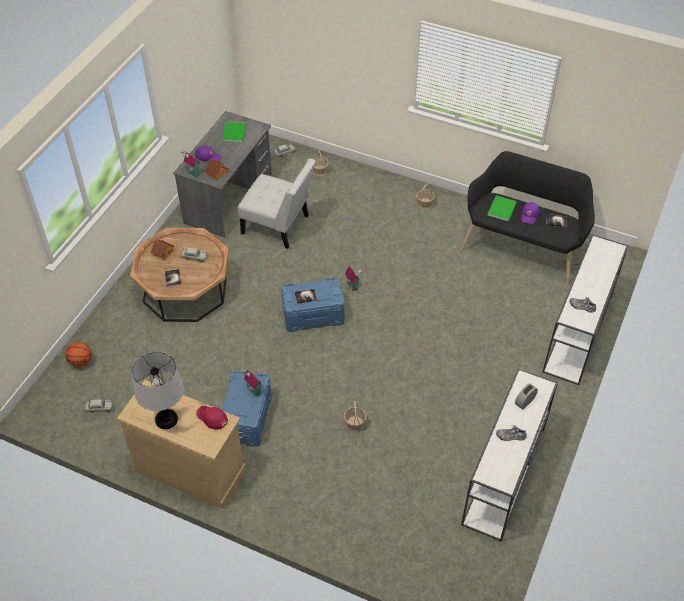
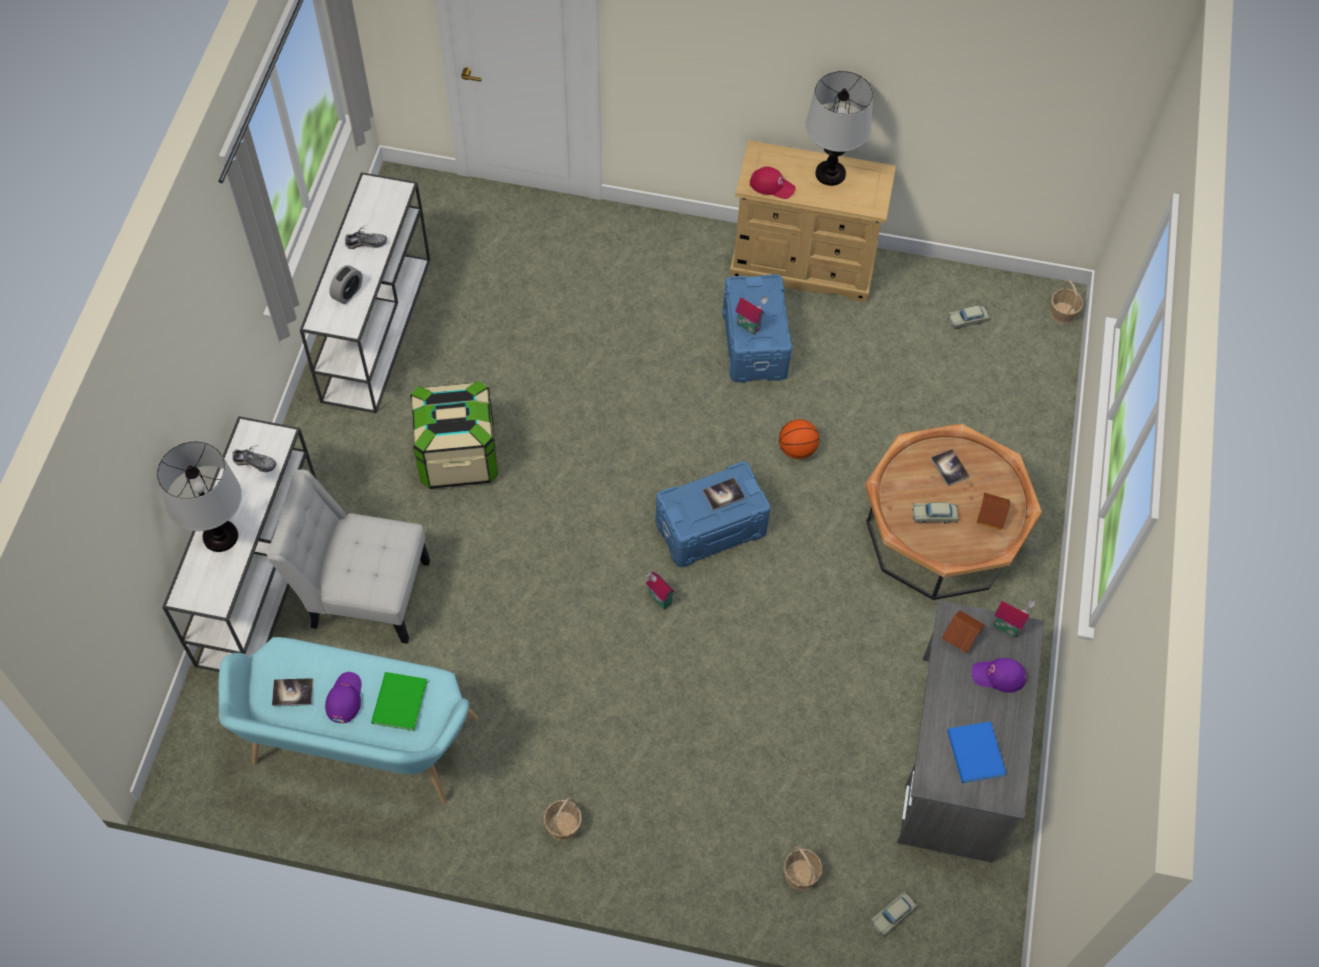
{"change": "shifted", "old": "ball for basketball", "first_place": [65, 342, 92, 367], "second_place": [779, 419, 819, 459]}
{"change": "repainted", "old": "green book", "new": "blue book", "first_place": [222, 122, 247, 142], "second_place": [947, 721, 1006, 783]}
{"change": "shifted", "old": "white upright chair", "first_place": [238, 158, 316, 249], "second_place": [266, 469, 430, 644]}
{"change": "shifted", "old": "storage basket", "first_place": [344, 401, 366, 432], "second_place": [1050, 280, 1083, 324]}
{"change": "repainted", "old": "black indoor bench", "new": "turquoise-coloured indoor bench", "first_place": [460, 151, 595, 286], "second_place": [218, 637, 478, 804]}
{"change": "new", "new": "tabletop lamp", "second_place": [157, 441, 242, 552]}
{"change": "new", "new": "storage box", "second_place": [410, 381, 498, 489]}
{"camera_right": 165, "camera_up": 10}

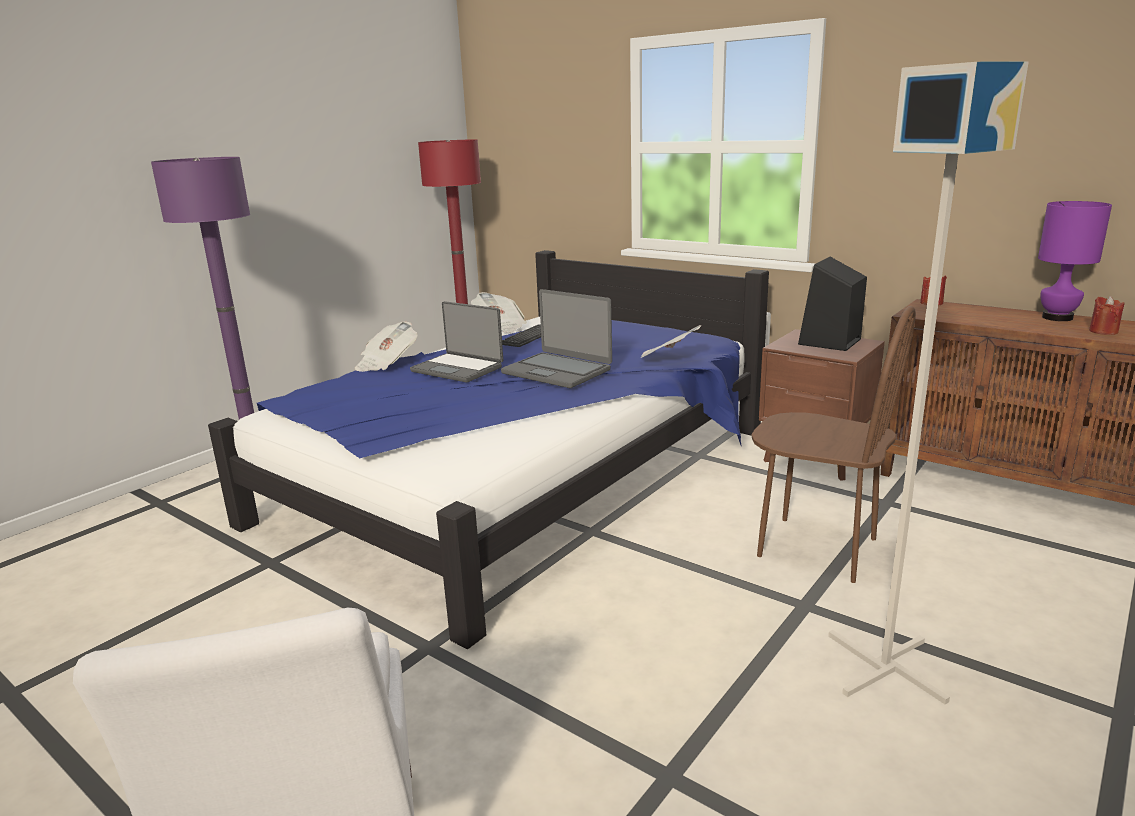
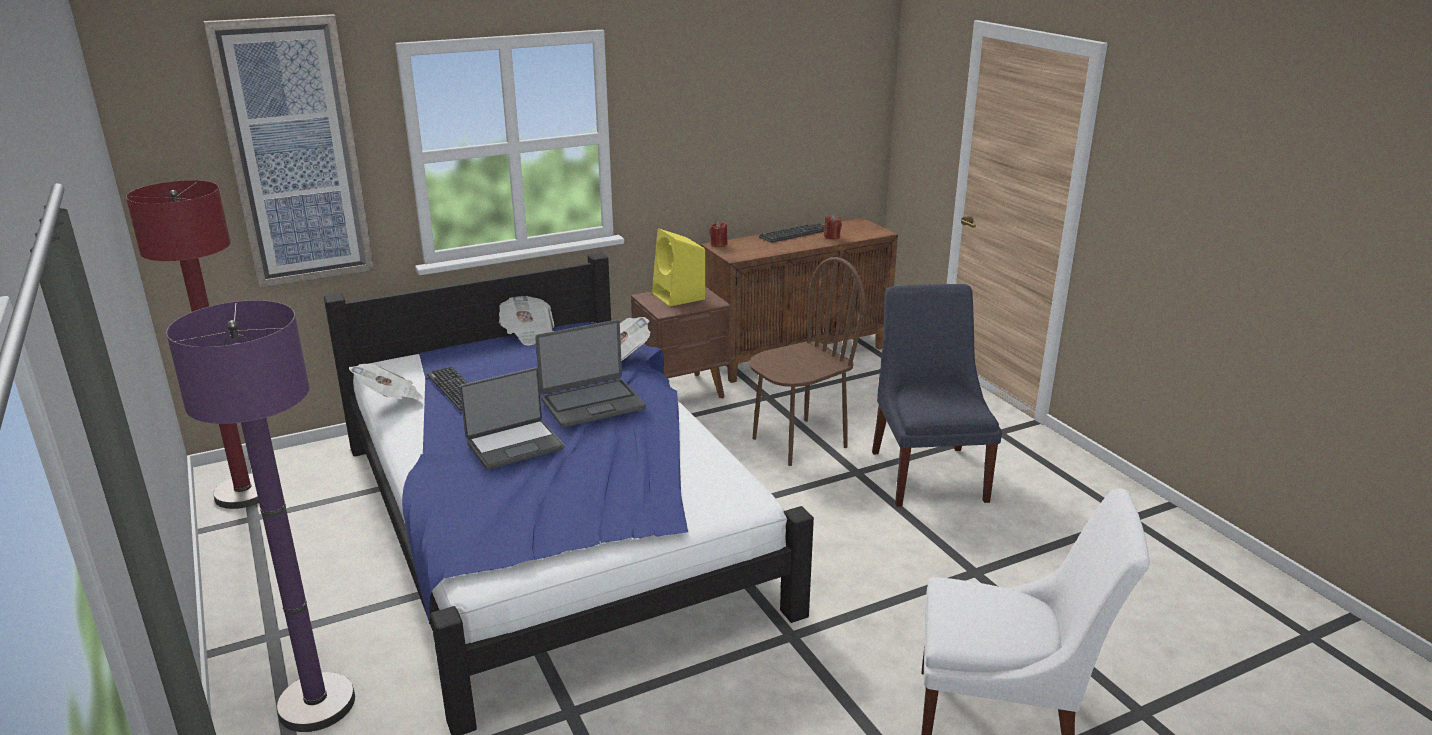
{"change": "shifted", "old": "newspaper", "first_place": [354, 321, 417, 372], "second_place": [499, 296, 554, 346]}
{"change": "repainted", "old": "black speaker", "new": "yellow speaker", "first_place": [798, 257, 867, 351], "second_place": [652, 228, 705, 307]}
{"change": "swapped", "old": "gray standing lamp", "new": "blue upright chair", "first_place": [828, 61, 1029, 704], "second_place": [872, 284, 1002, 507]}
{"change": "swapped", "old": "purplish tabletop lamp", "new": "computer keyboard", "first_place": [1038, 201, 1112, 321], "second_place": [759, 223, 825, 243]}
{"change": "new", "new": "picture", "second_place": [203, 14, 374, 288]}
{"camera_right": -65, "camera_up": 5}

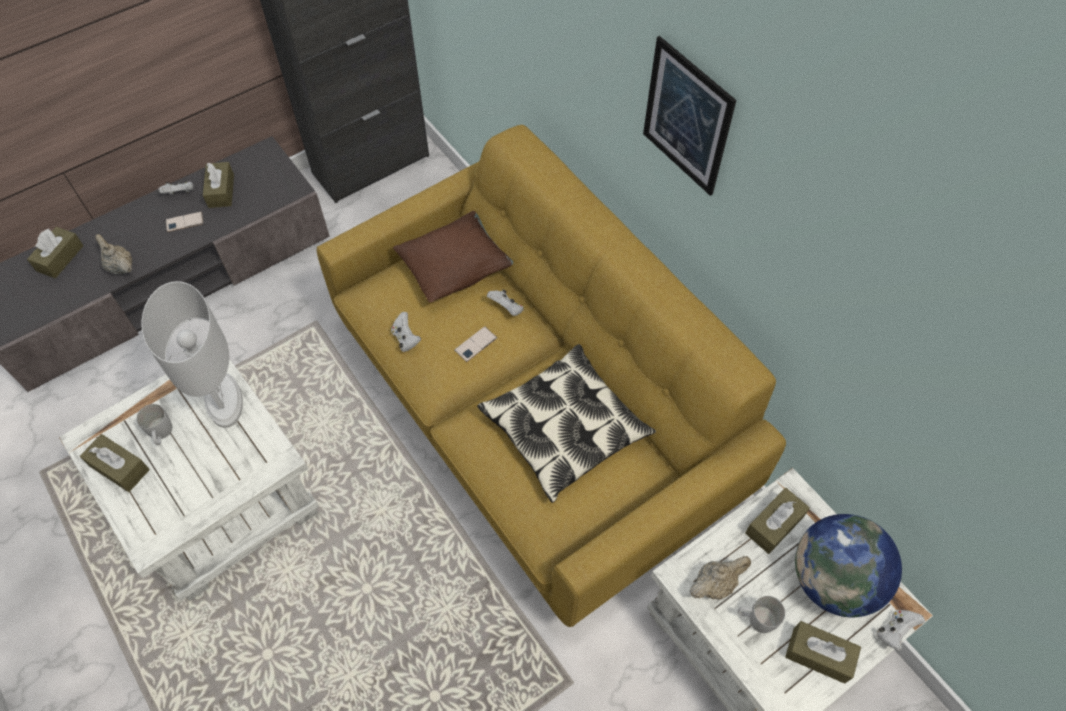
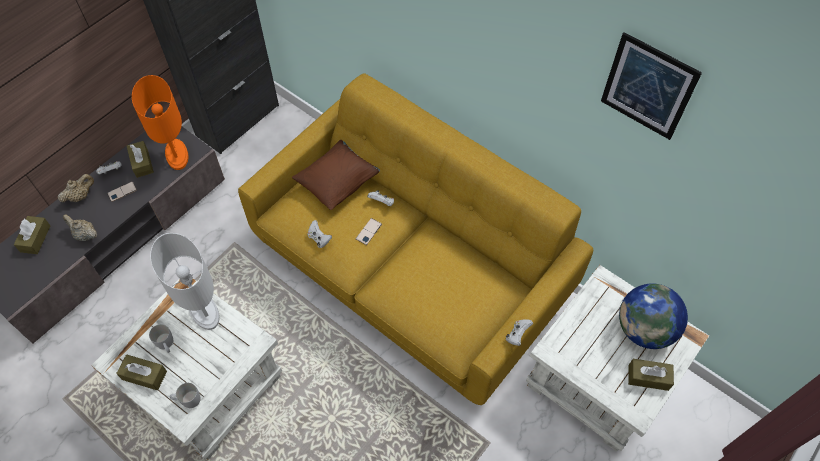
{"change": "gone", "old": "cushion", "first_place": [477, 344, 656, 503]}
{"change": "shifted", "old": "picture", "first_place": [643, 36, 736, 196], "second_place": [601, 32, 702, 140]}
{"change": "shifted", "old": "beige-coloured pot for tea", "first_place": [690, 556, 751, 600], "second_place": [58, 174, 94, 203]}
{"change": "shifted", "old": "white coffee mug", "first_place": [738, 596, 785, 633], "second_place": [170, 383, 201, 408]}
{"change": "gone", "old": "brown-coloured box of tissues", "first_place": [745, 488, 810, 554]}
{"change": "shifted", "old": "white gamepad", "first_place": [877, 610, 925, 651], "second_place": [506, 319, 533, 346]}
{"change": "new", "new": "orange tabletop lamp", "second_place": [132, 75, 188, 170]}
{"camera_right": -15, "camera_up": 0}

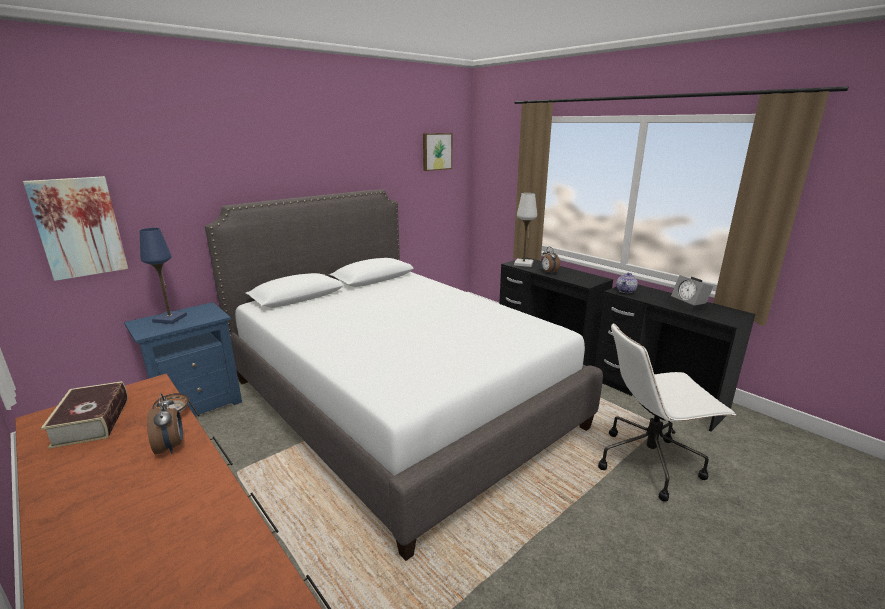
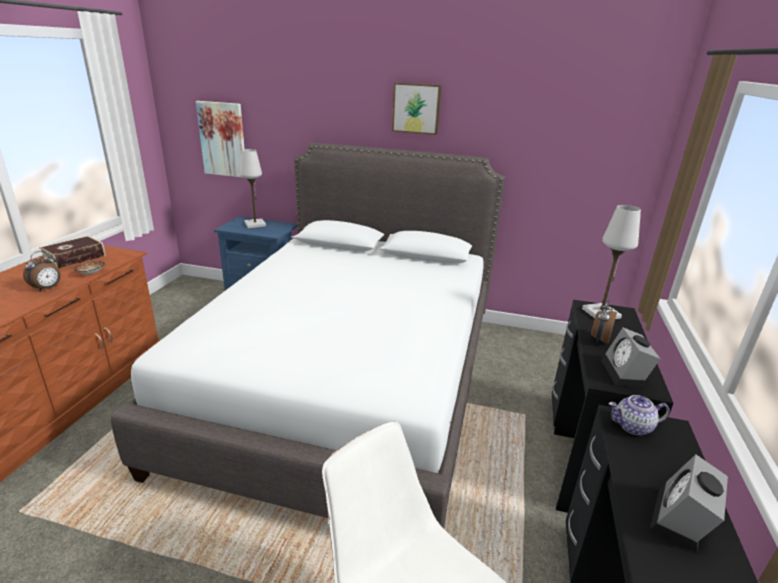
{"change": "repainted", "old": "blue tabletop lamp", "new": "white tabletop lamp", "first_place": [140, 228, 187, 324], "second_place": [240, 149, 266, 228]}
{"change": "shifted", "old": "picture", "first_place": [423, 133, 453, 171], "second_place": [392, 82, 441, 135]}
{"change": "new", "new": "table clock", "second_place": [601, 328, 660, 388]}
{"camera_right": 55, "camera_up": 5}

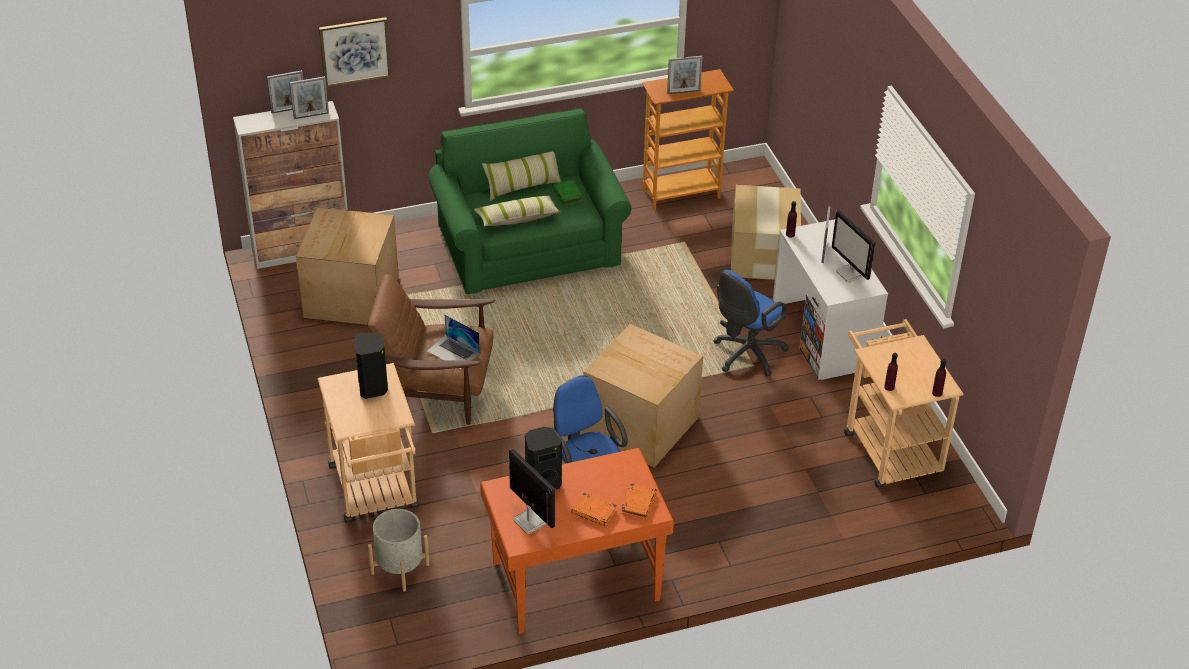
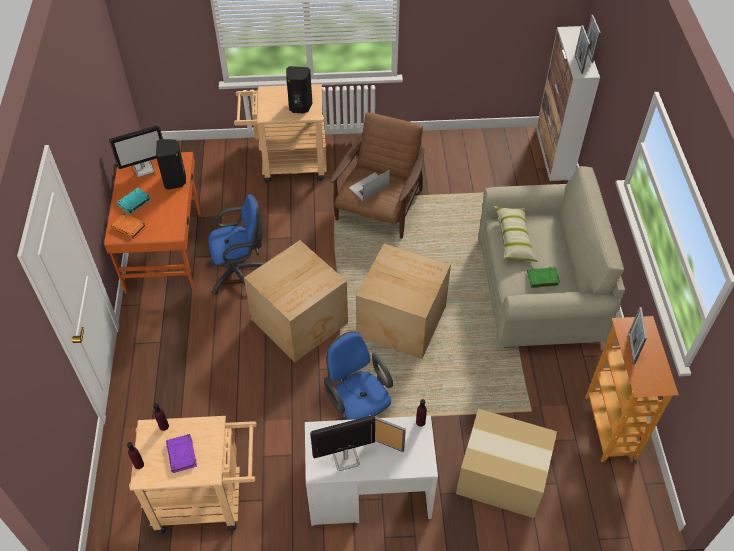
{"change": "shifted", "old": "packing box", "first_place": [296, 207, 399, 325], "second_place": [356, 243, 451, 359]}
{"change": "gone", "old": "picture", "first_place": [319, 17, 391, 87]}
{"change": "gone", "old": "gray plant pot", "first_place": [368, 509, 430, 591]}
{"change": "repainted", "old": "green sofa", "new": "beige-coloured sofa", "first_place": [429, 108, 632, 294], "second_place": [478, 166, 625, 348]}
{"change": "gone", "old": "cushion", "first_place": [482, 152, 562, 201]}
{"change": "repainted", "old": "orange book", "new": "turquoise-coloured book", "first_place": [571, 492, 617, 527], "second_place": [116, 187, 151, 215]}
{"change": "new", "new": "purplish book", "second_place": [166, 434, 197, 473]}
{"camera_right": 105, "camera_up": 10}

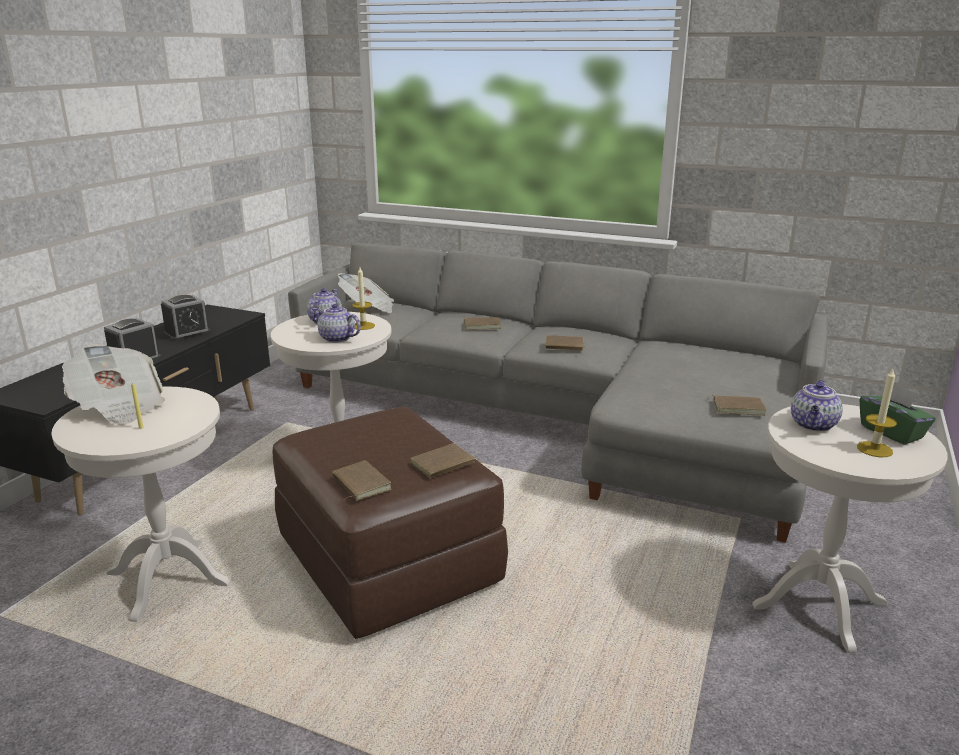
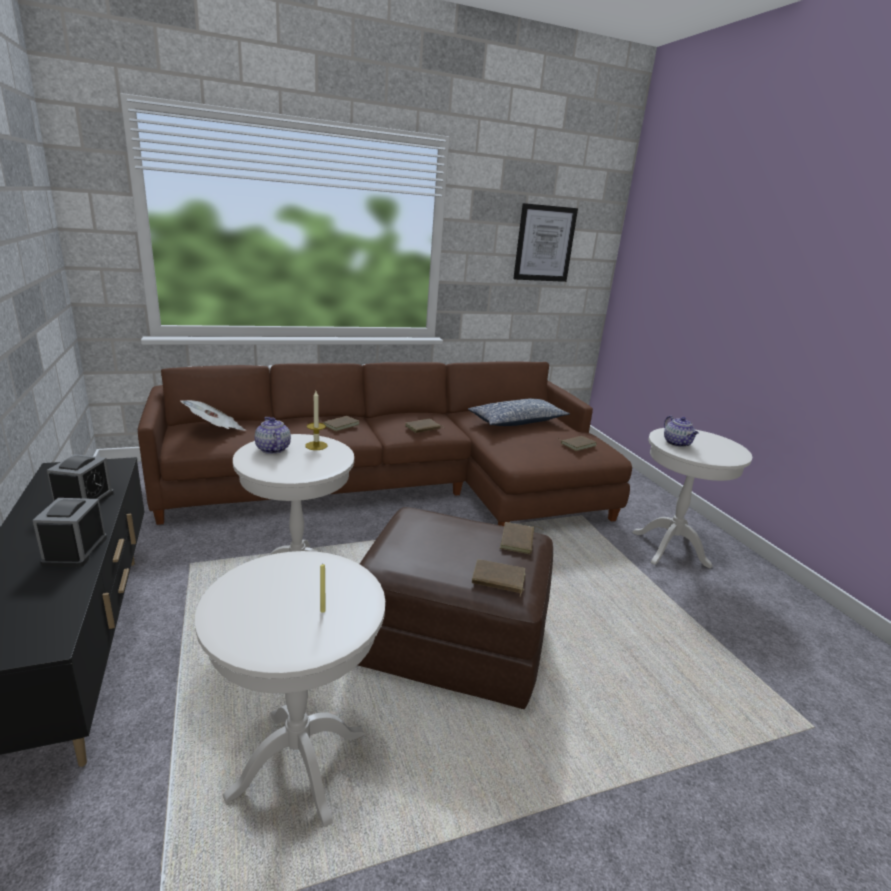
{"change": "gone", "old": "newspaper", "first_place": [62, 344, 165, 426]}
{"change": "repainted", "old": "gray sofa", "new": "brown-coloured sofa", "first_place": [288, 243, 828, 543], "second_place": [138, 362, 632, 526]}
{"change": "gone", "old": "pot for tea", "first_place": [312, 304, 361, 343]}
{"change": "gone", "old": "wax candle", "first_place": [857, 369, 897, 457]}
{"change": "gone", "old": "green box of tissues", "first_place": [860, 384, 936, 445]}
{"change": "new", "new": "cushion", "second_place": [468, 399, 570, 426]}
{"change": "new", "new": "picture", "second_place": [513, 203, 578, 282]}
{"camera_right": -45, "camera_up": 0}

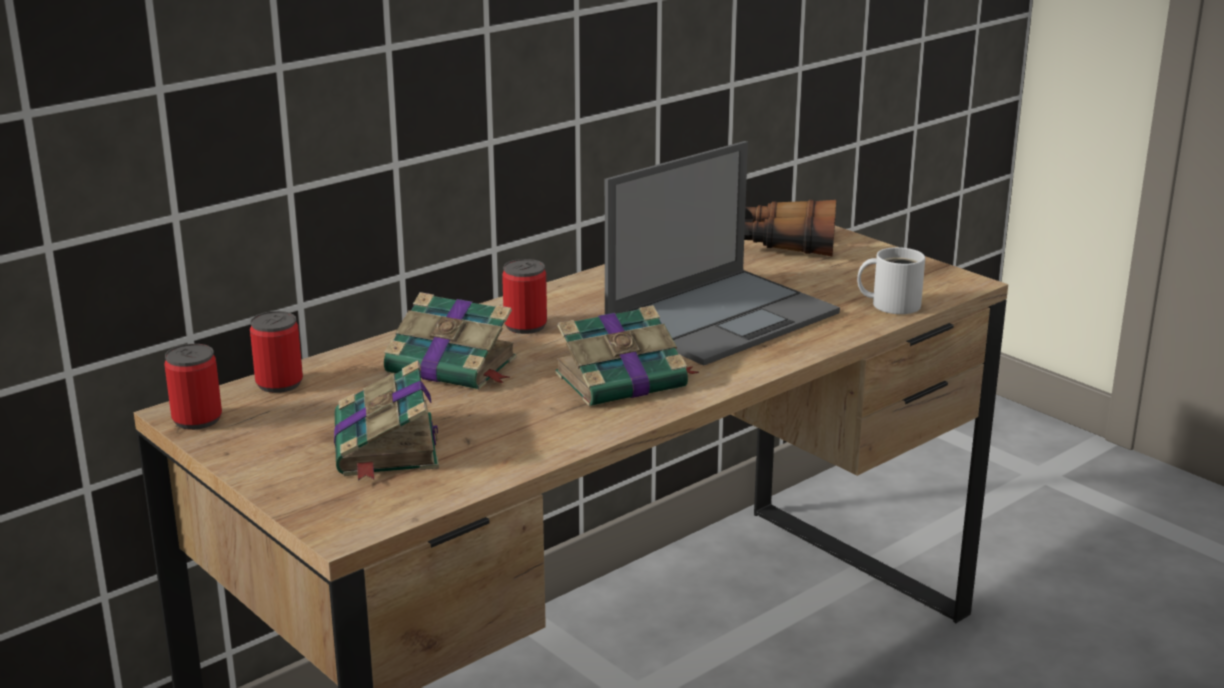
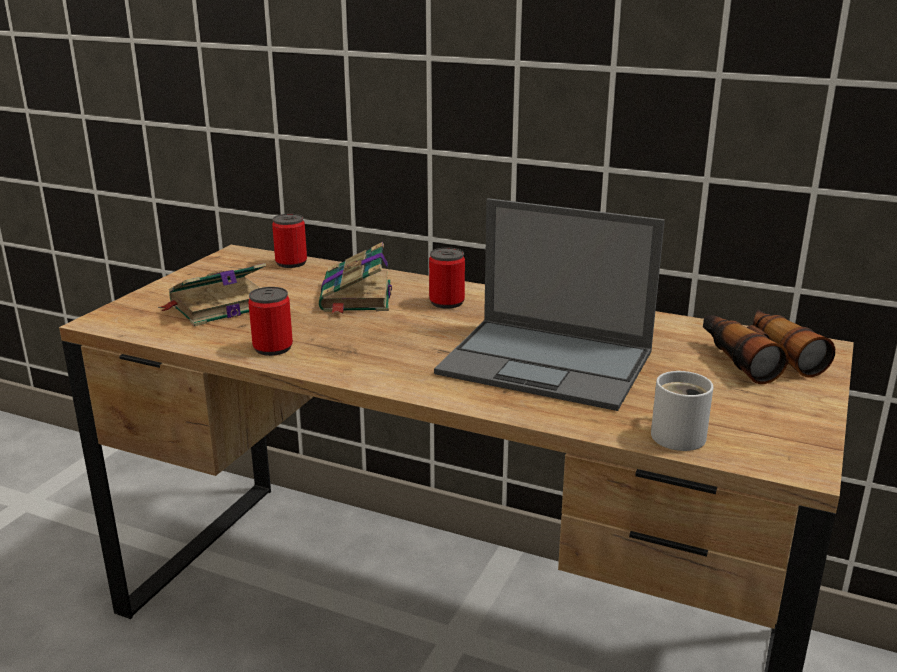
{"change": "shifted", "old": "sealed can", "first_place": [164, 344, 222, 430], "second_place": [248, 287, 293, 356]}
{"change": "gone", "old": "book", "first_place": [555, 305, 699, 407]}
{"camera_right": 65, "camera_up": 0}

